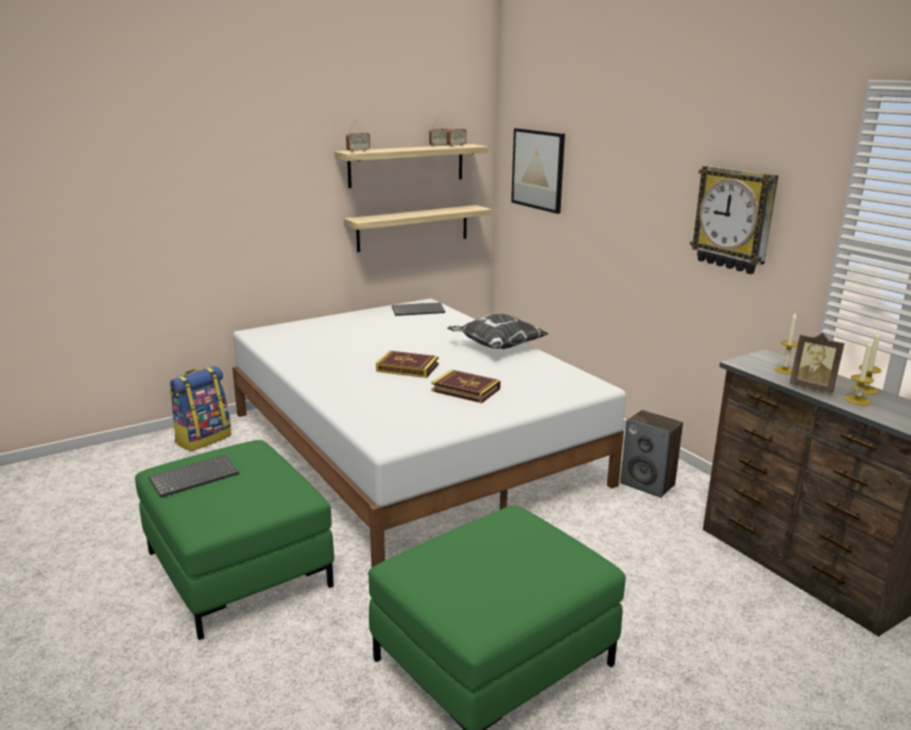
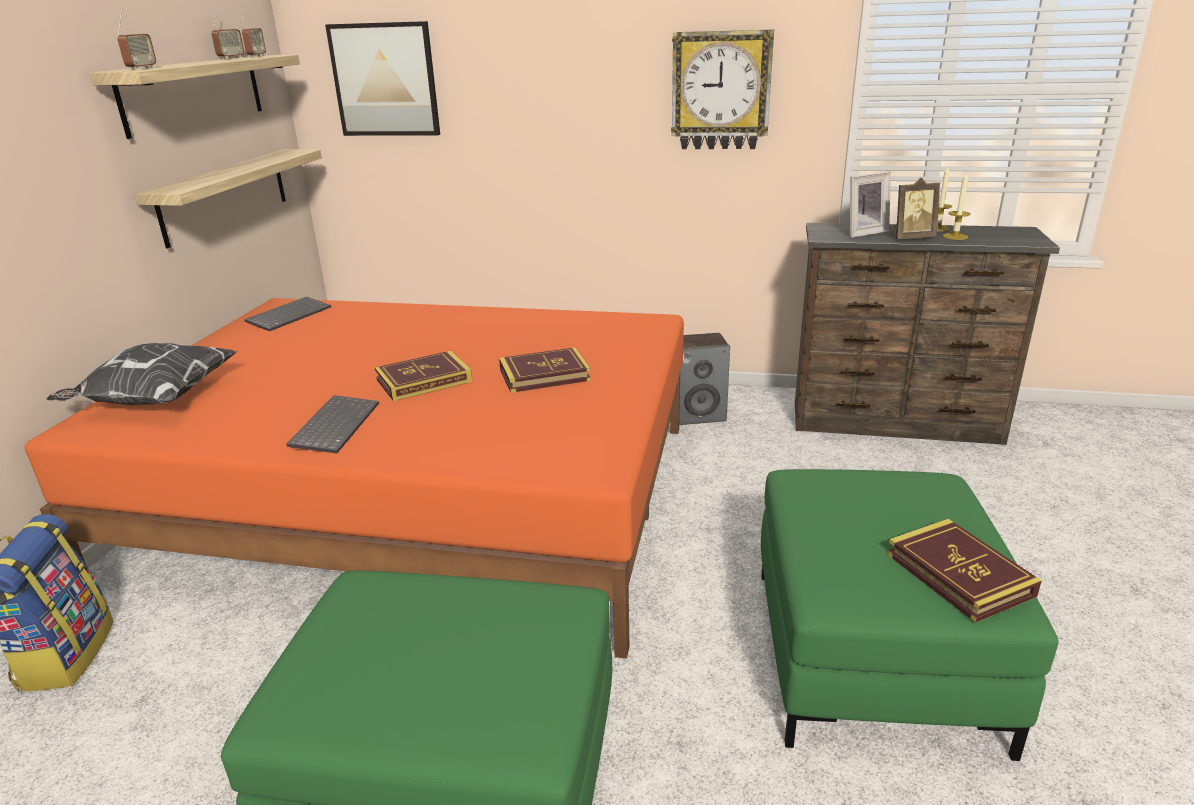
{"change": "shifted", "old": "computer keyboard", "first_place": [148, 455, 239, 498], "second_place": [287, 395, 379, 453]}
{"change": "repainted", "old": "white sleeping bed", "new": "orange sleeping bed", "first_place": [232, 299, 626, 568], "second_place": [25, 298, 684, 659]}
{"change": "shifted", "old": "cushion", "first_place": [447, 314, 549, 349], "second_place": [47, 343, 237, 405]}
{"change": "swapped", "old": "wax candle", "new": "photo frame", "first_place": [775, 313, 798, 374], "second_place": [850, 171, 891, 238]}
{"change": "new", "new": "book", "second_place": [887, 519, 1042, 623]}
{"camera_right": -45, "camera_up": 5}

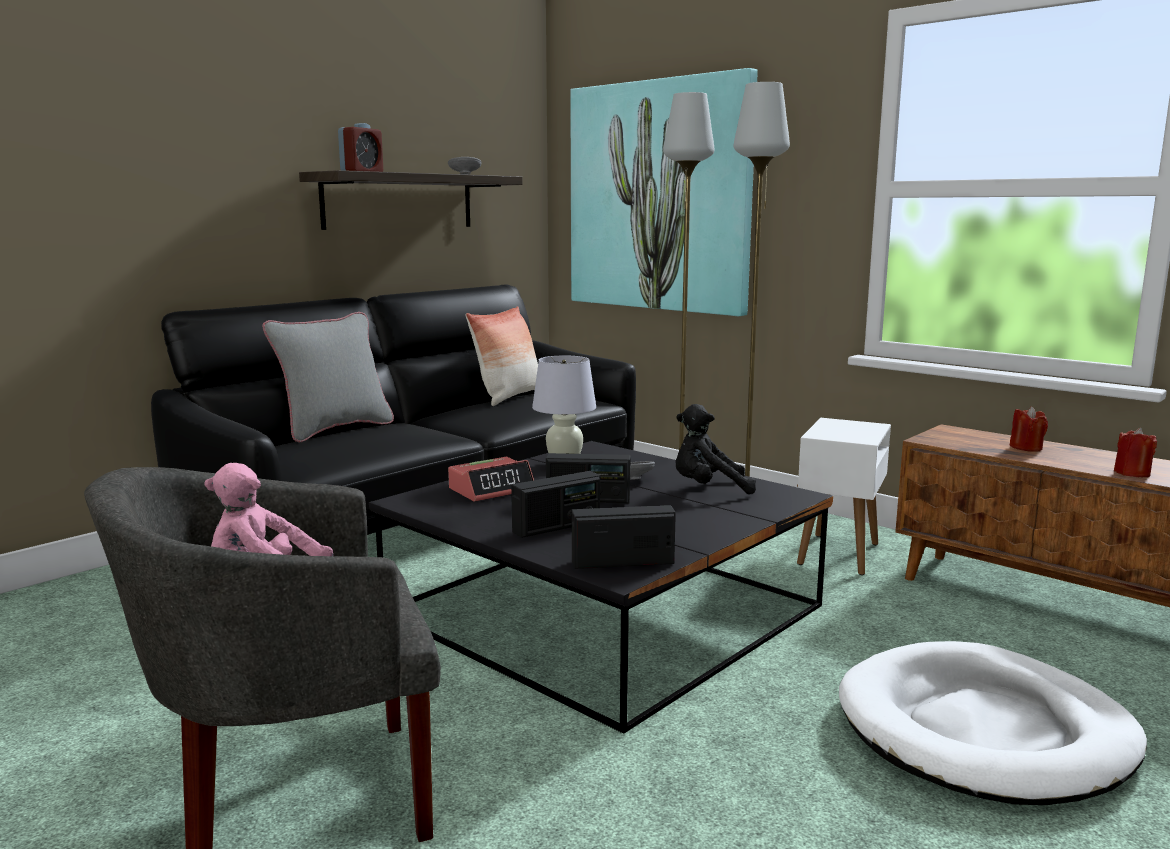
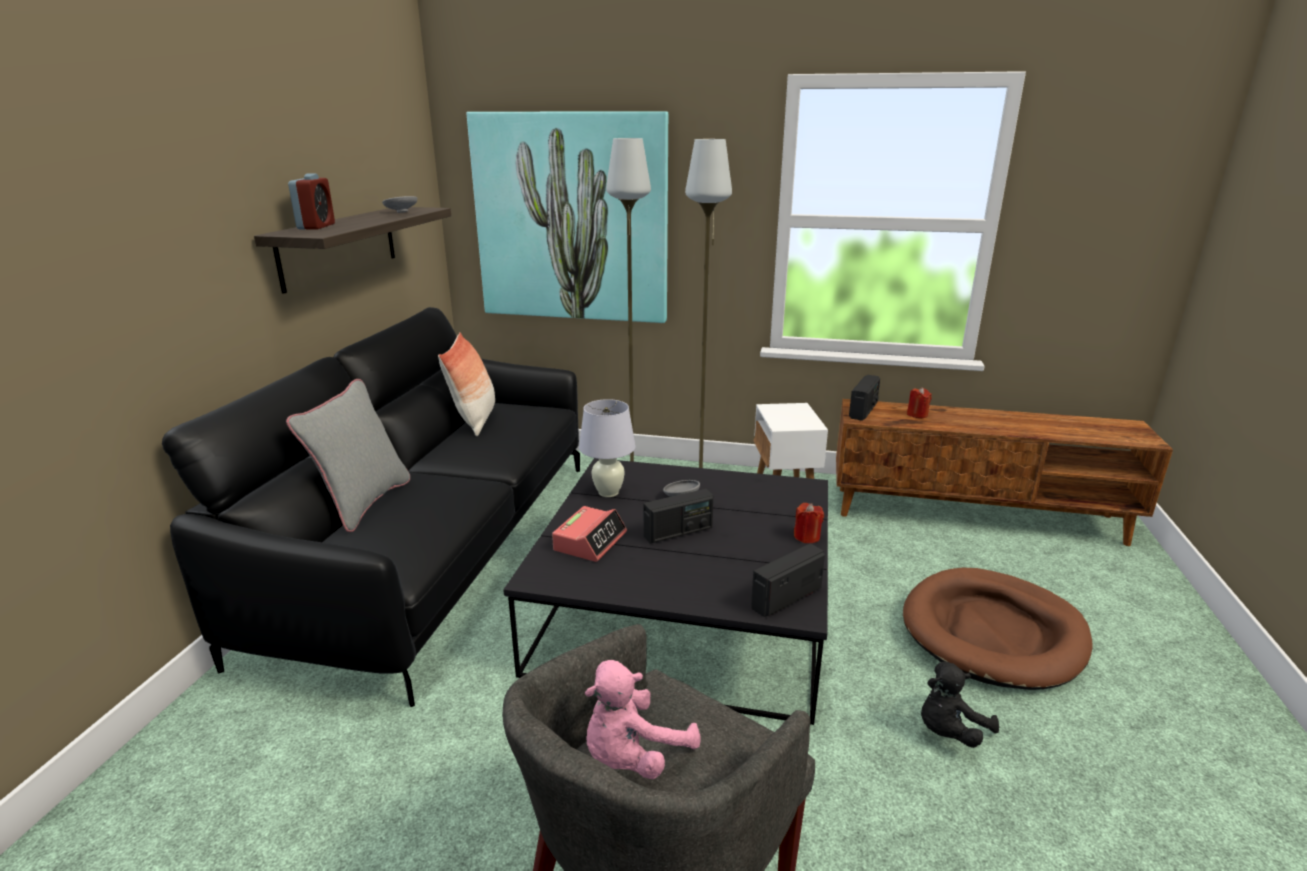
{"change": "shifted", "old": "radio", "first_place": [511, 471, 600, 538], "second_place": [849, 375, 880, 421]}
{"change": "shifted", "old": "black soft toy", "first_place": [675, 404, 756, 494], "second_place": [921, 662, 999, 748]}
{"change": "repainted", "old": "white dog cushion", "new": "brown-coloured dog cushion", "first_place": [839, 641, 1147, 805], "second_place": [903, 568, 1093, 690]}
{"change": "shifted", "old": "red wax candle", "first_place": [1114, 428, 1157, 477], "second_place": [794, 503, 824, 543]}
{"camera_right": -30, "camera_up": 10}

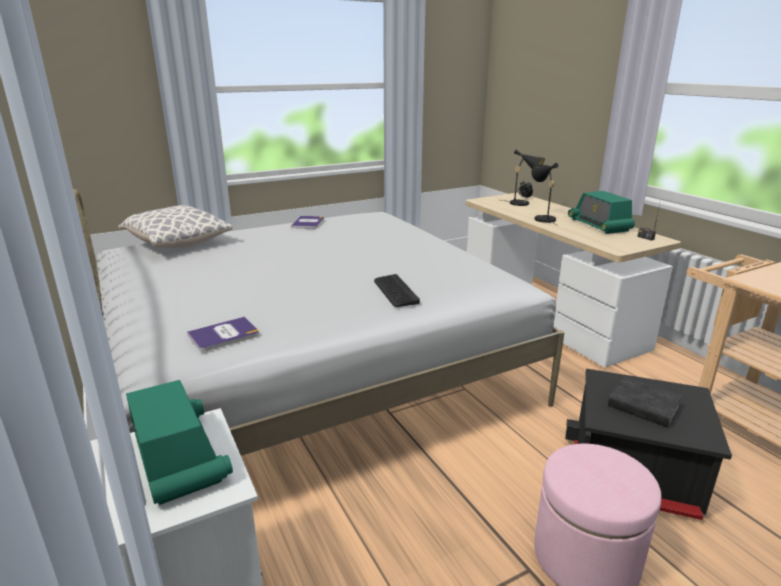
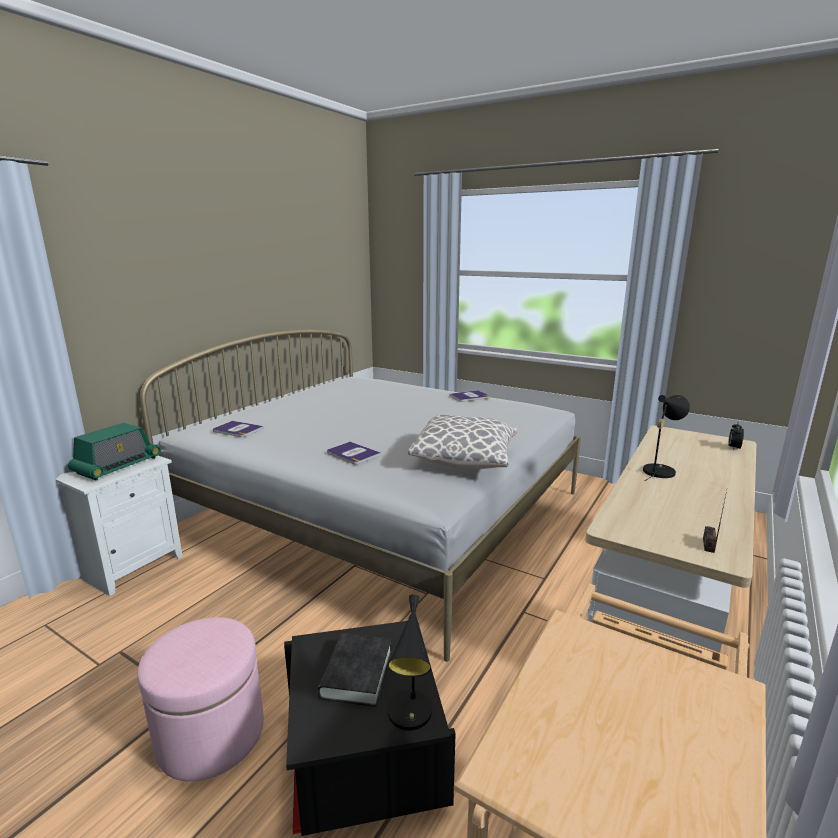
{"change": "shifted", "old": "cushion", "first_place": [118, 205, 233, 248], "second_place": [408, 415, 517, 469]}
{"change": "swapped", "old": "computer keyboard", "new": "book", "first_place": [374, 274, 420, 307], "second_place": [327, 442, 381, 465]}
{"change": "shifted", "old": "black tabletop lamp", "first_place": [502, 149, 545, 206], "second_place": [387, 594, 432, 731]}
{"change": "gone", "old": "radio", "first_place": [568, 191, 635, 234]}
{"camera_right": 60, "camera_up": -5}

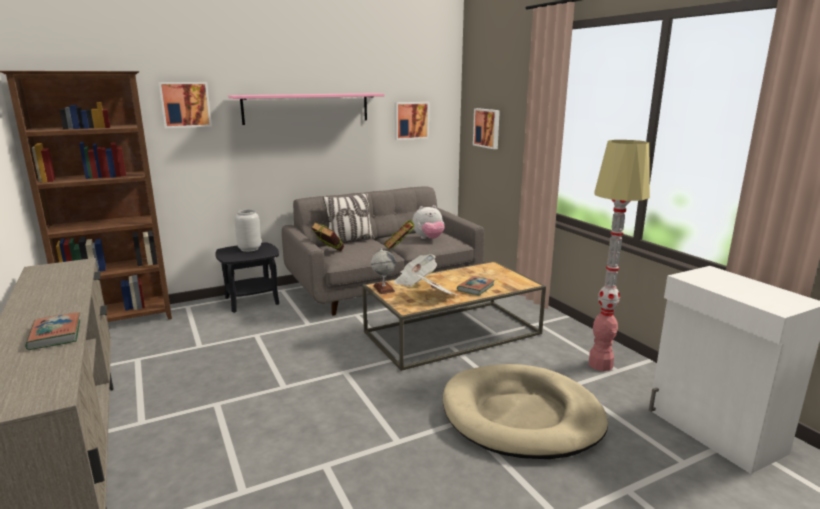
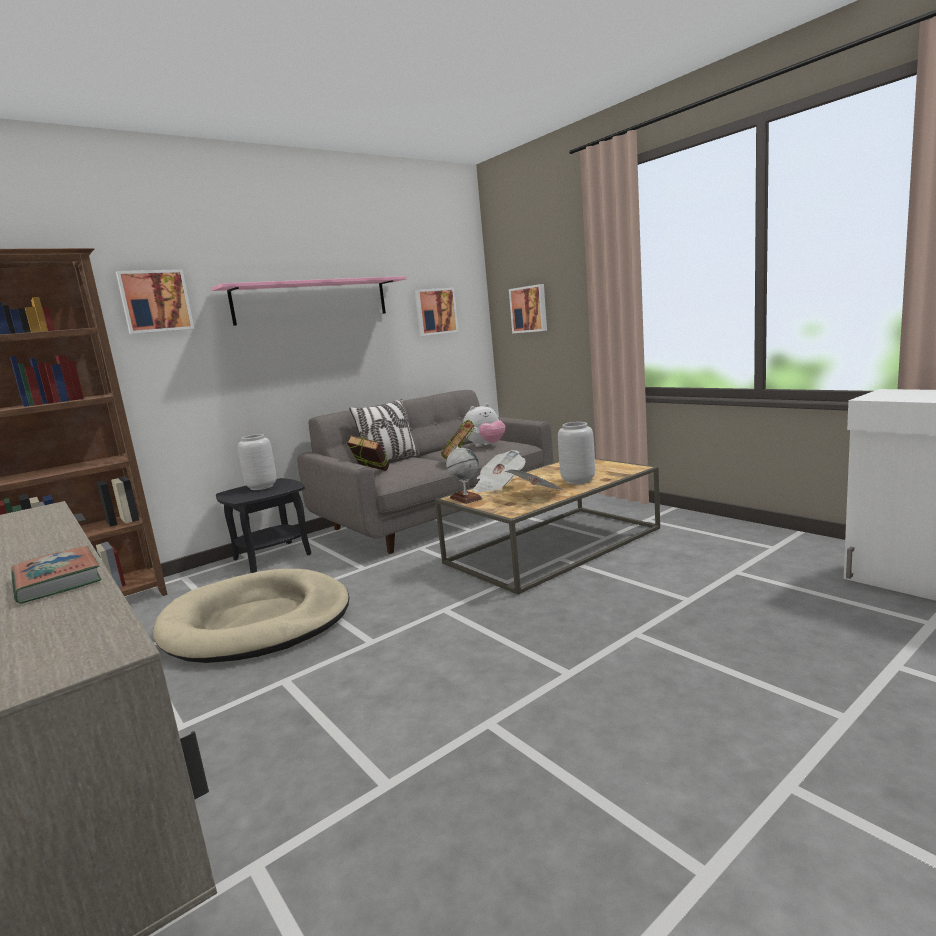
{"change": "shifted", "old": "beige-coloured dog cushion", "first_place": [443, 364, 608, 459], "second_place": [153, 569, 349, 663]}
{"change": "swapped", "old": "book", "new": "gray decorative vase", "first_place": [457, 276, 495, 295], "second_place": [558, 422, 595, 484]}
{"change": "gone", "old": "standing lamp", "first_place": [589, 140, 650, 371]}
{"camera_right": -10, "camera_up": -5}

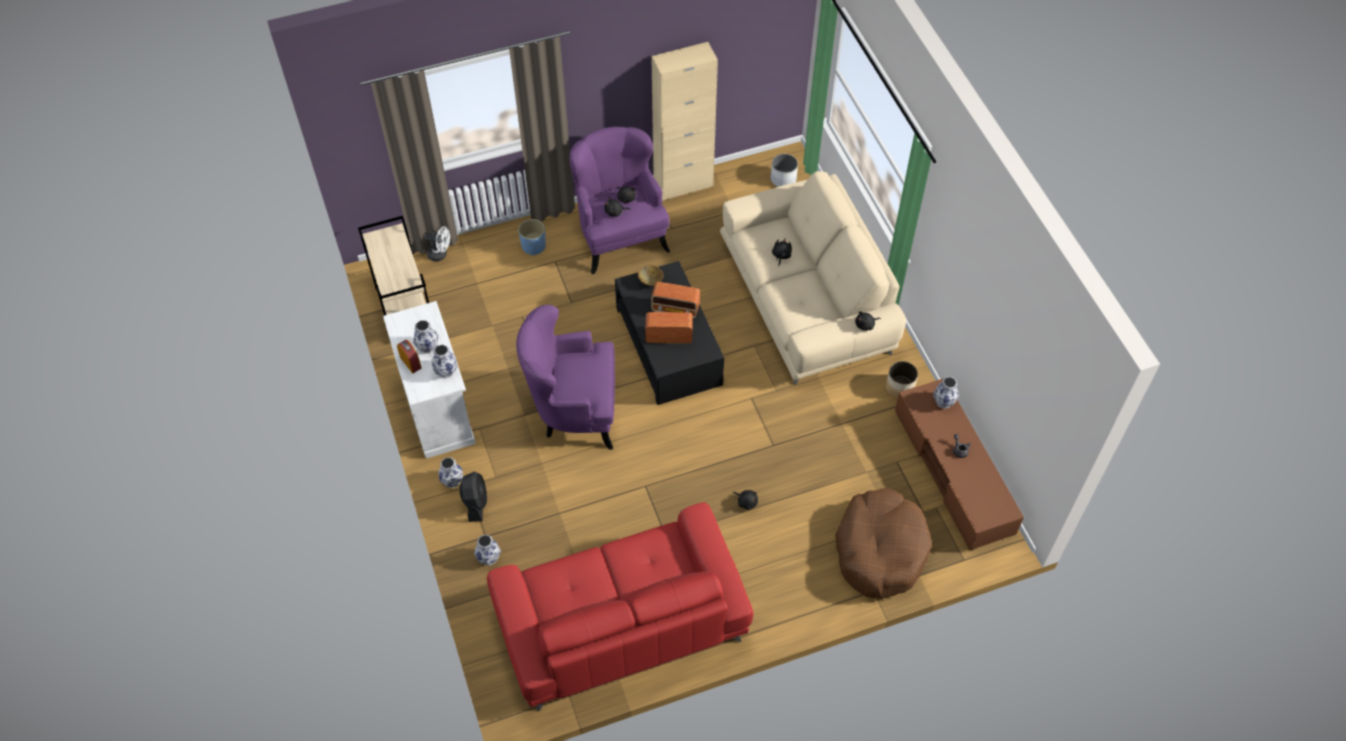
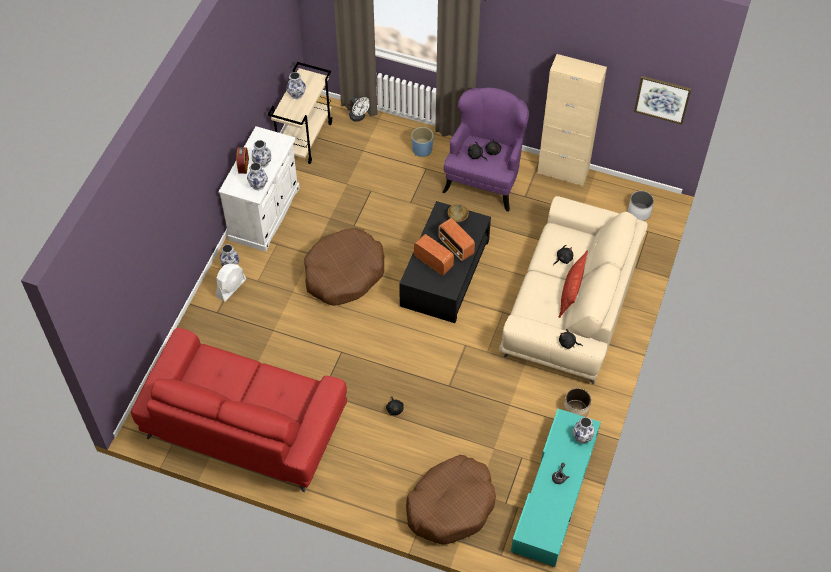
{"change": "repainted", "old": "black fan", "new": "white fan", "first_place": [460, 472, 487, 522], "second_place": [216, 264, 246, 302]}
{"change": "shifted", "old": "decorative vase", "first_place": [474, 535, 501, 566], "second_place": [286, 72, 306, 100]}
{"change": "swapped", "old": "purplish armchair", "new": "brown-coloured dog cushion", "first_place": [516, 305, 615, 450], "second_place": [304, 228, 384, 306]}
{"change": "repainted", "old": "brown-coloured tv unit", "new": "turquoise-coloured tv unit", "first_place": [895, 378, 1024, 550], "second_place": [511, 409, 601, 567]}
{"change": "new", "new": "cushion", "second_place": [559, 250, 588, 318]}
{"change": "new", "new": "picture", "second_place": [634, 76, 691, 125]}
{"camera_right": 40, "camera_up": 0}

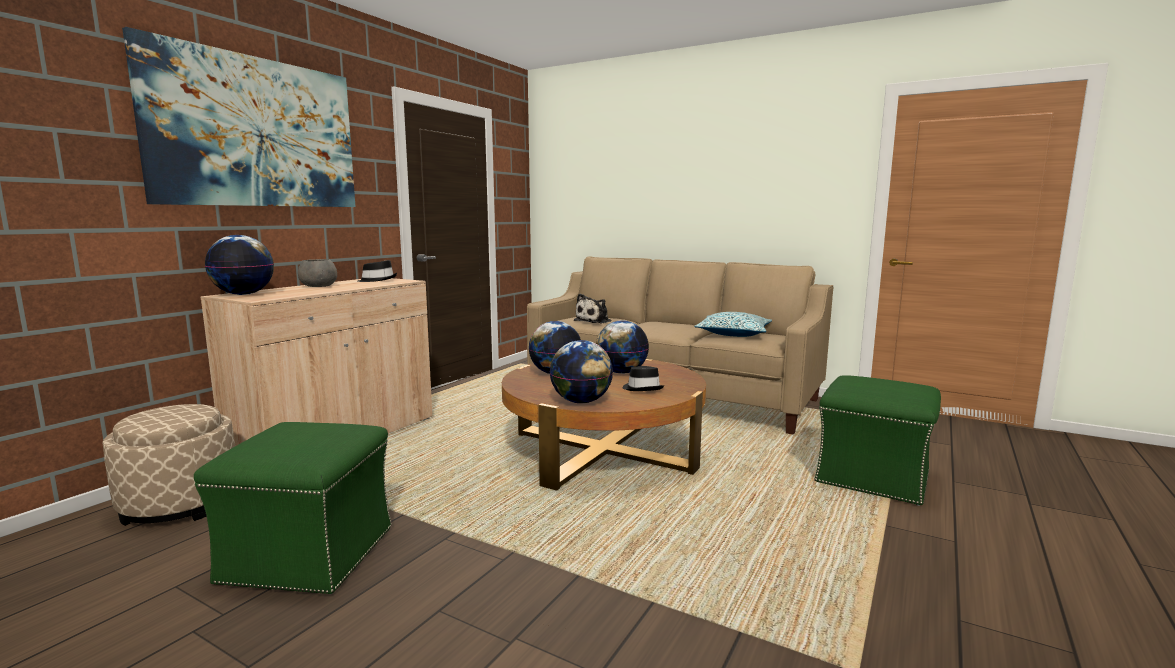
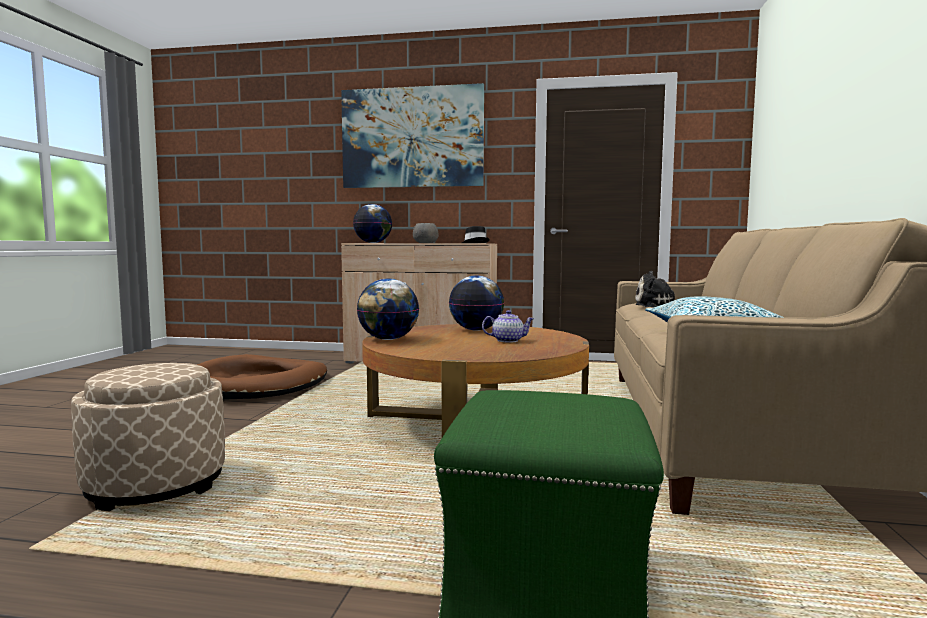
{"change": "shifted", "old": "beige-coloured pouffe", "first_place": [103, 404, 235, 526], "second_place": [71, 363, 225, 511]}
{"change": "swapped", "old": "green pouffe", "new": "brown-coloured dog cushion", "first_place": [194, 422, 392, 594], "second_place": [197, 354, 327, 400]}
{"change": "swapped", "old": "desk globe", "new": "pot for tea", "first_place": [596, 320, 649, 374], "second_place": [482, 310, 534, 343]}
{"change": "gone", "old": "black hat", "first_place": [623, 366, 664, 391]}
{"camera_right": 70, "camera_up": -5}

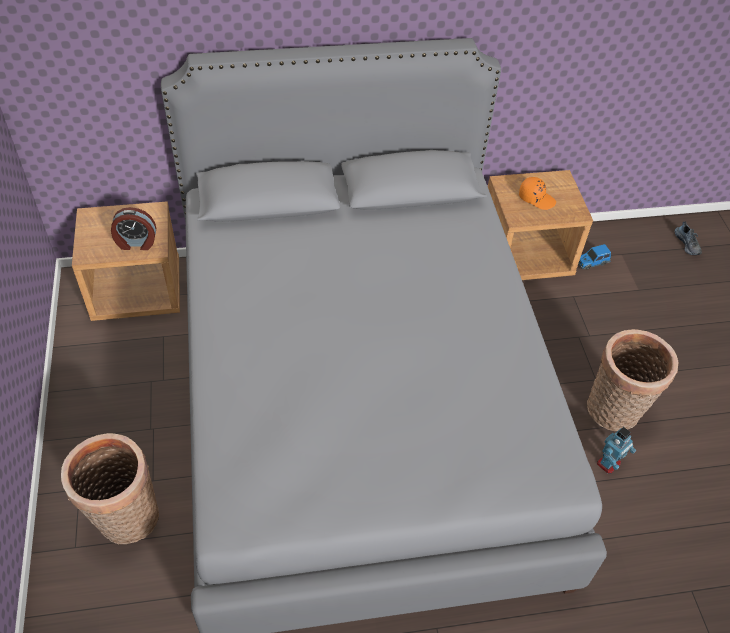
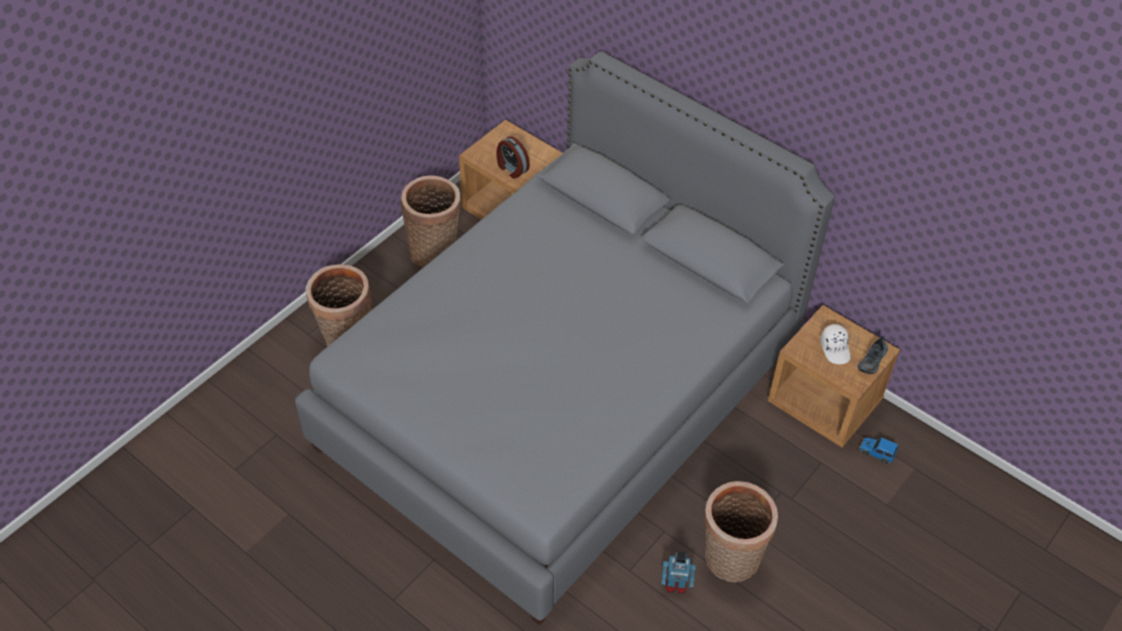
{"change": "repainted", "old": "orange peaked cap", "new": "white peaked cap", "first_place": [519, 177, 556, 210], "second_place": [820, 324, 851, 364]}
{"change": "shifted", "old": "low shoe", "first_place": [675, 222, 702, 255], "second_place": [858, 336, 888, 374]}
{"change": "new", "new": "storage basket", "second_place": [401, 176, 461, 268]}
{"camera_right": 50, "camera_up": 0}

